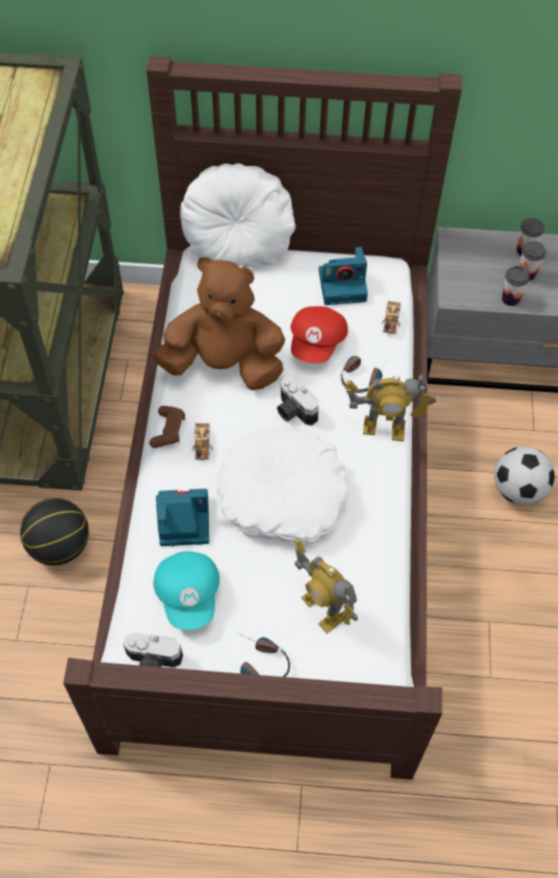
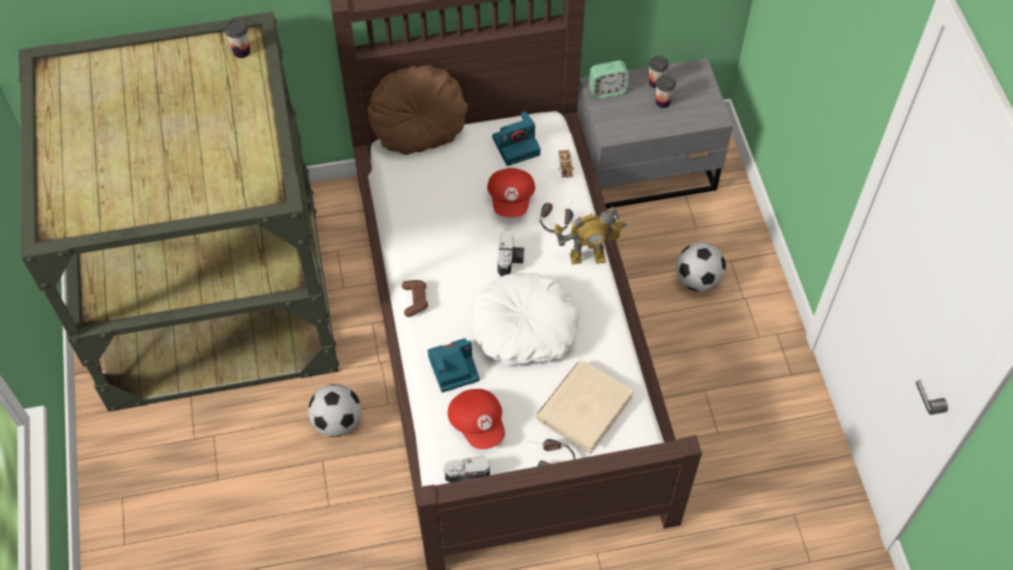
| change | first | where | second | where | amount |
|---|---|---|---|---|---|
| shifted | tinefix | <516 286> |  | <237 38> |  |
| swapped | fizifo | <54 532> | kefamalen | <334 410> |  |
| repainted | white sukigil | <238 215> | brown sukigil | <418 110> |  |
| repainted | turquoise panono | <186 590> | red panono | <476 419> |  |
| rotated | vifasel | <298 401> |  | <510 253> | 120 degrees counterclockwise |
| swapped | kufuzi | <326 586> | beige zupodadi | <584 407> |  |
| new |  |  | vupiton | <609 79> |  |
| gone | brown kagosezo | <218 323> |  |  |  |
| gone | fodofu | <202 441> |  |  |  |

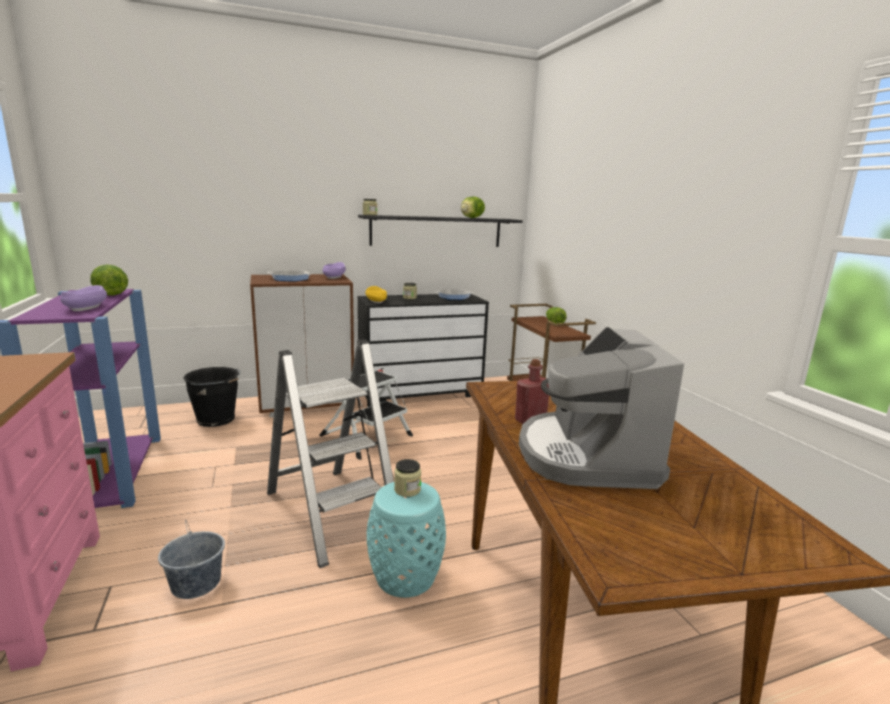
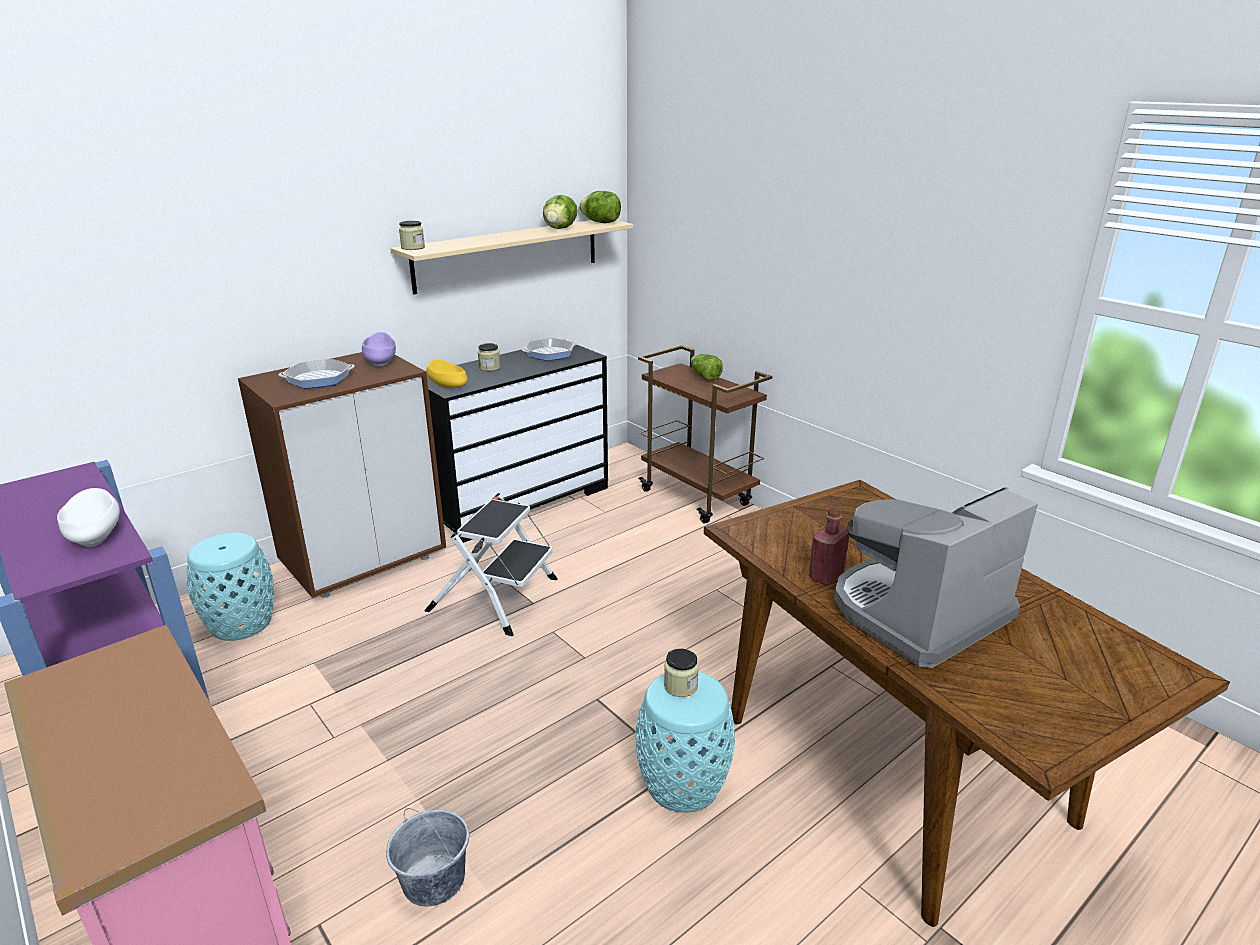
| change | first | where | second | where | amount |
|---|---|---|---|---|---|
| repainted | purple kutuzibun | <83 298> | white kutuzibun | <88 517> |  |
| swapped | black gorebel | <212 397> | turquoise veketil | <230 587> |  |
| repainted | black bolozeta | <440 231> | beige bolozeta | <511 257> |  |
| shifted | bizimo | <109 280> |  | <600 207> |  |
| rotated | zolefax | <601 408> |  | <936 577> | 75 degrees clockwise |
| gone | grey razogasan | <331 453> |  |  |  |

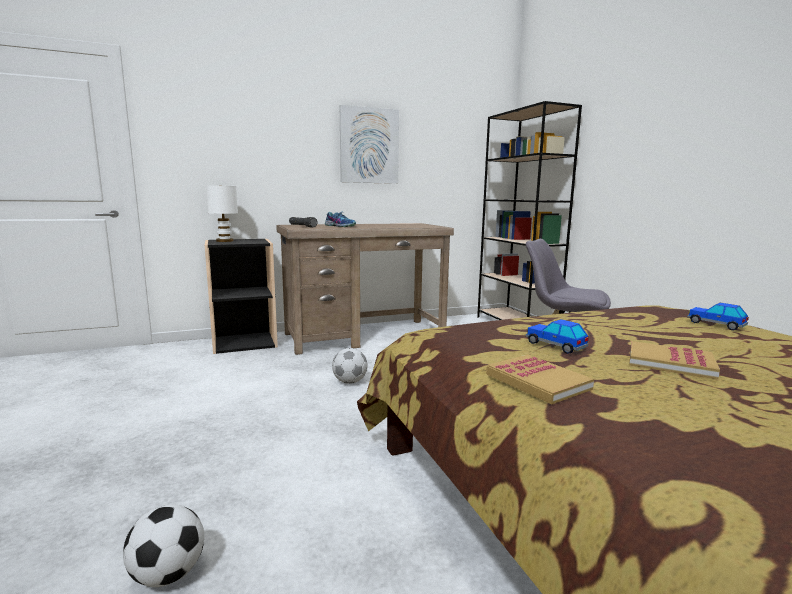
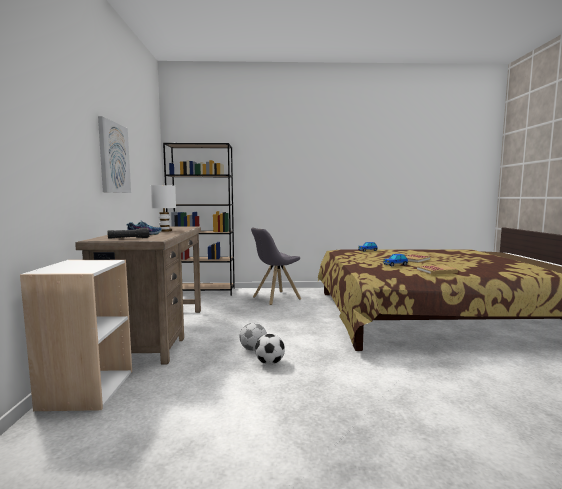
| change | first | where | second | where | amount |
|---|---|---|---|---|---|
| repainted | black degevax | <241 296> | white degevax | <76 335> |  |
| shifted | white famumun | <222 213> |  | <163 208> |  |
| shifted | kefamalen | <163 545> |  | <270 349> |  |

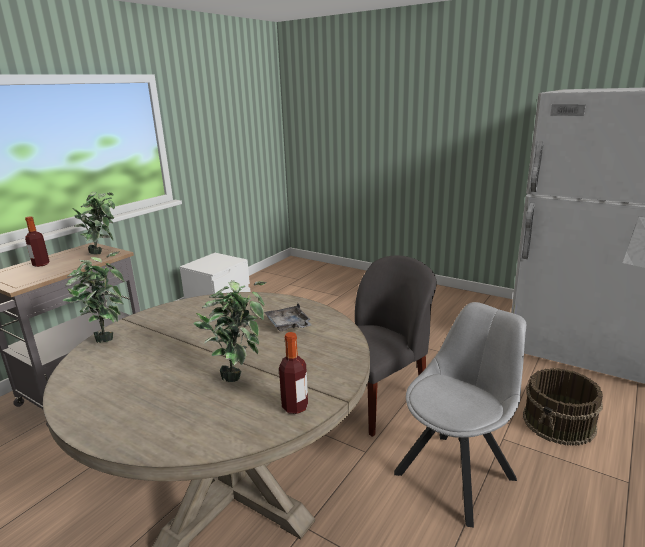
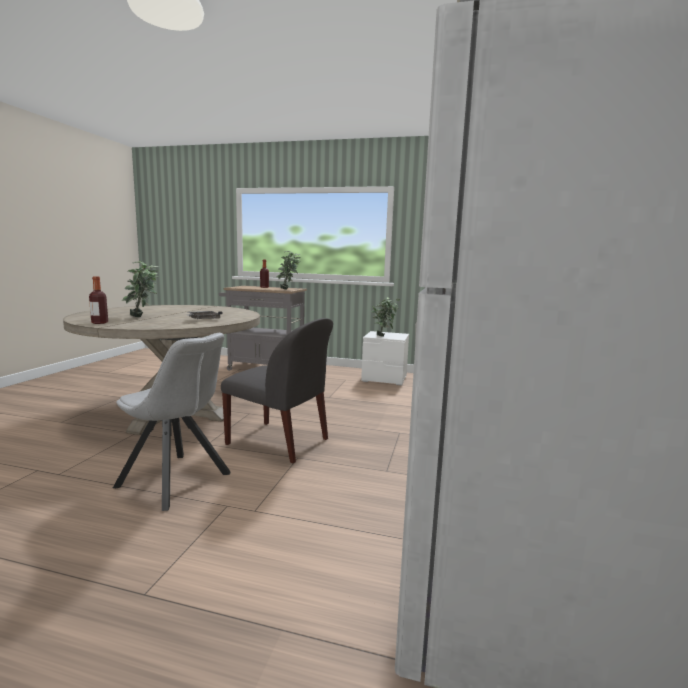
| change | first | where | second | where | amount |
|---|---|---|---|---|---|
| shifted | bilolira | <94 297> |  | <385 317> |  |
| gone | brown gorebel | <563 407> |  |  |  |

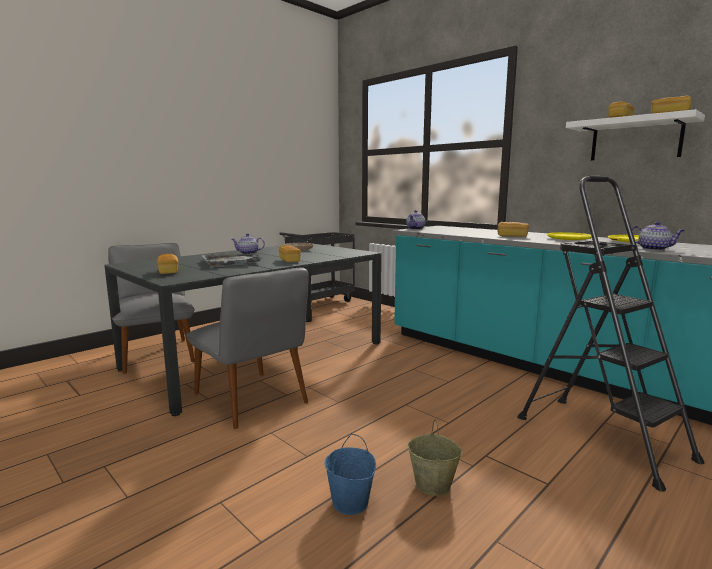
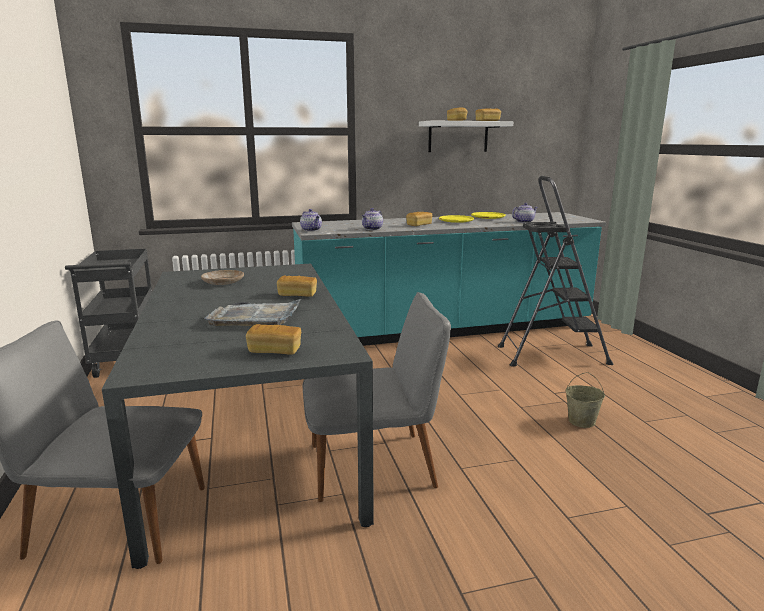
| change | first | where | second | where | amount |
|---|---|---|---|---|---|
| shifted | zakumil | <248 244> |  | <372 219> |  |
| gone | blue gorebel | <350 474> |  |  |  |

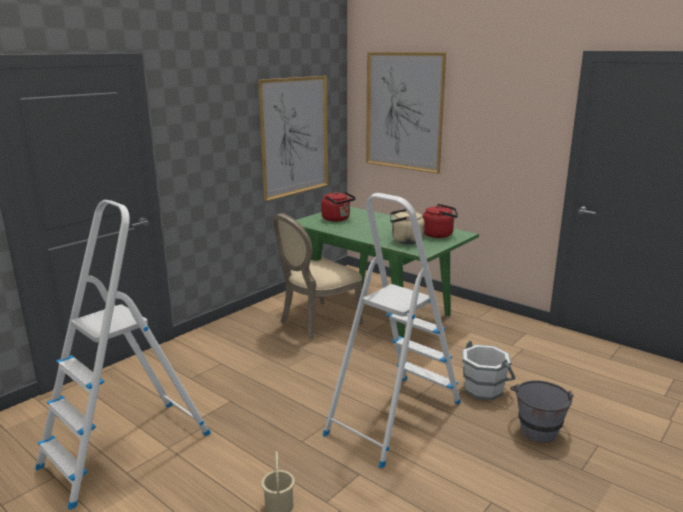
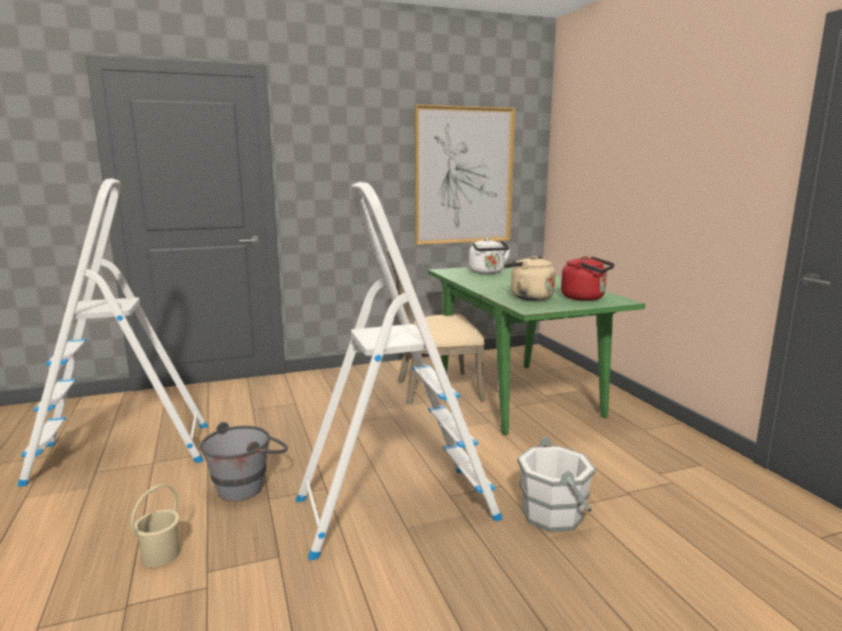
| change | first | where | second | where | amount |
|---|---|---|---|---|---|
| shifted | grey gorebel | <542 411> |  | <244 462> |  |
| repainted | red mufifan | <338 206> | white mufifan | <489 256> |  |
| gone | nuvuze | <406 113> |  |  |  |

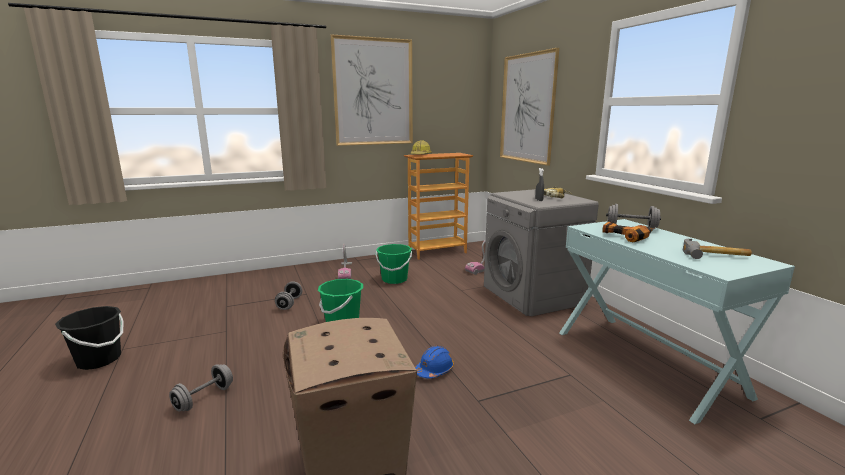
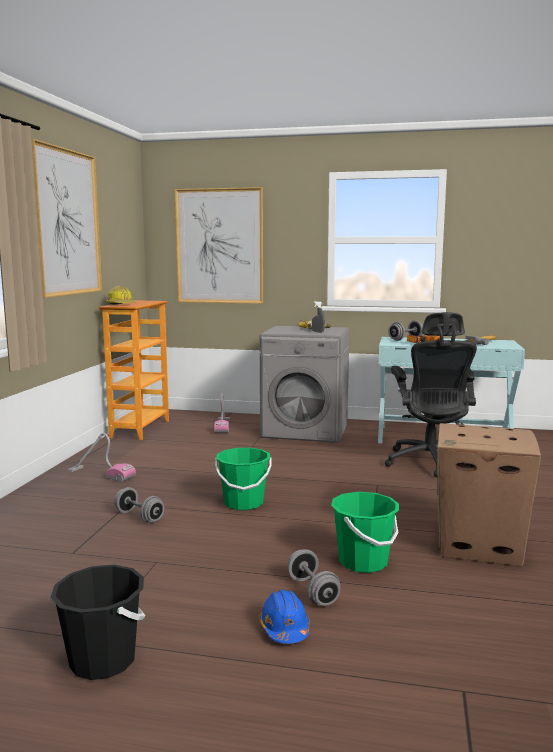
| change | first | where | second | where | amount |
|---|---|---|---|---|---|
| shifted | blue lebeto | <434 362> |  | <284 617> |  |
| shifted | green gorebel | <393 264> |  | <365 532> |  |
| new |  |  | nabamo | <431 394> |  |

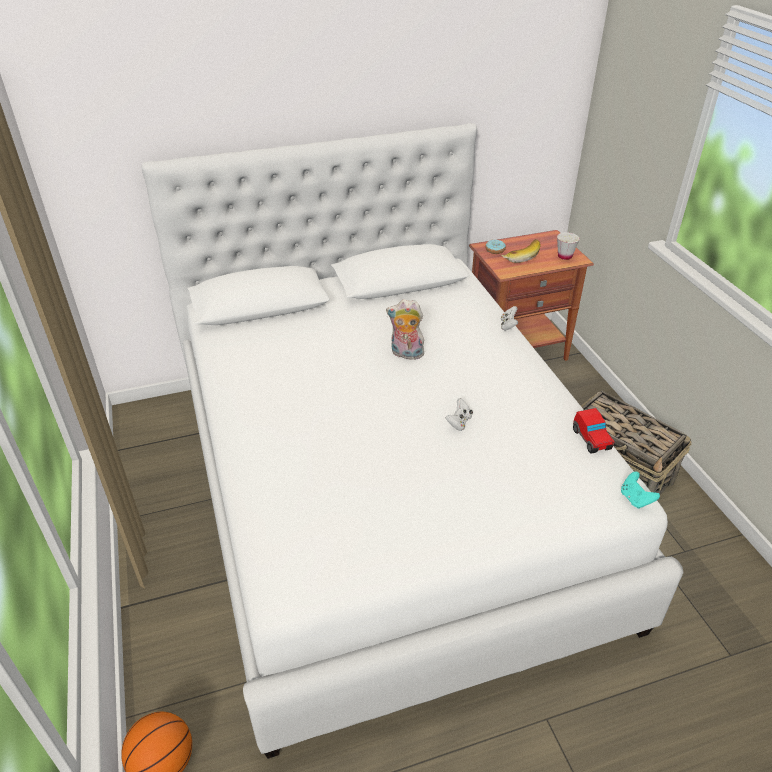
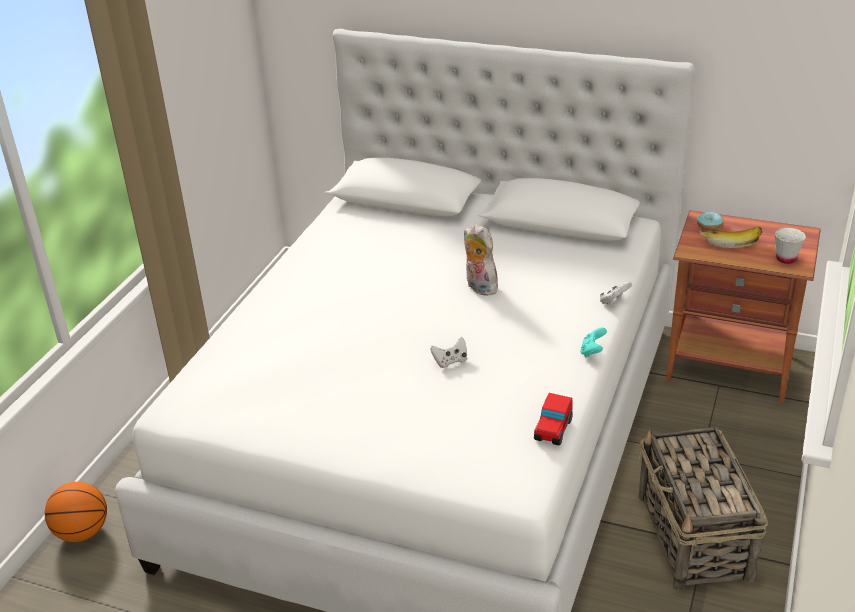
| change | first | where | second | where | amount |
|---|---|---|---|---|---|
| shifted | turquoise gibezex | <640 490> |  | <593 342> |  |

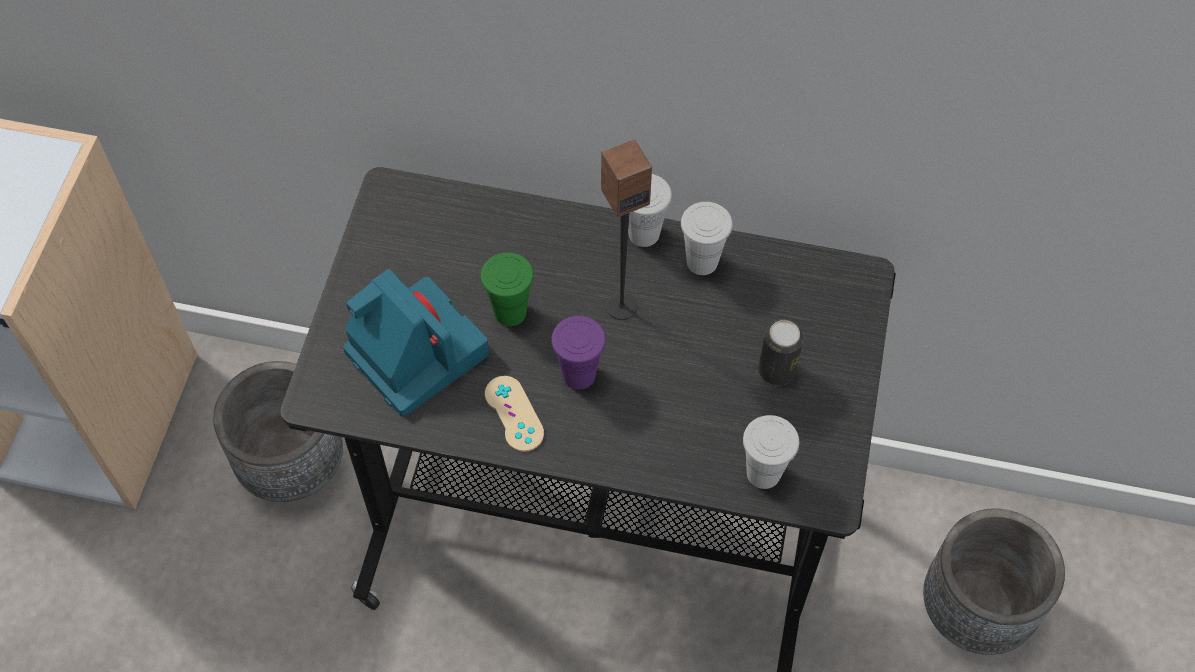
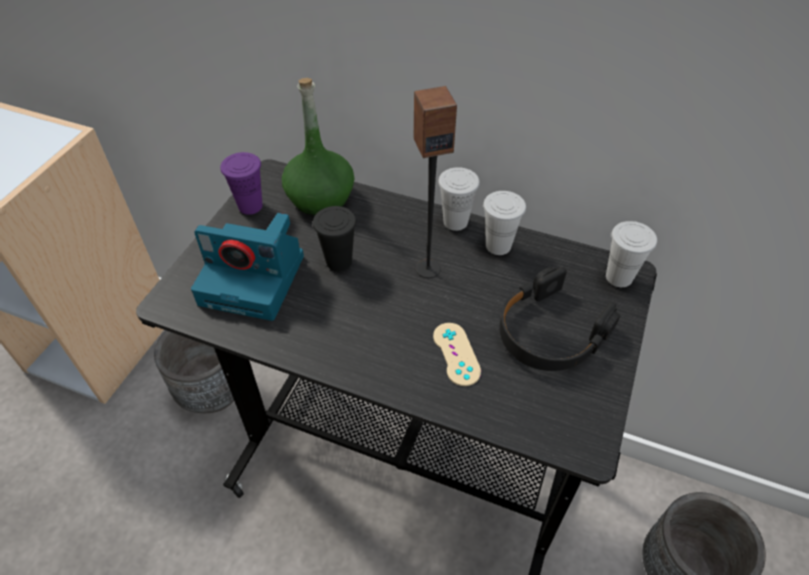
| change | first | where | second | where | amount |
|---|---|---|---|---|---|
| rotated | vifasel | <416 343> |  | <247 267> | 135 degrees clockwise |
| shifted | purple tinefix | <578 353> |  | <241 183> |  |
| new |  |  | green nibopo | <318 147> |  |
| repainted | green tinefix | <507 289> | black tinefix | <334 238> |  |
| shifted | beige gibezex | <514 414> |  | <457 354> |  |
| swapped | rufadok | <781 352> | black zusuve | <560 319> |  |
| shifted | white tinefix | <771 452> |  | <631 254> |  |

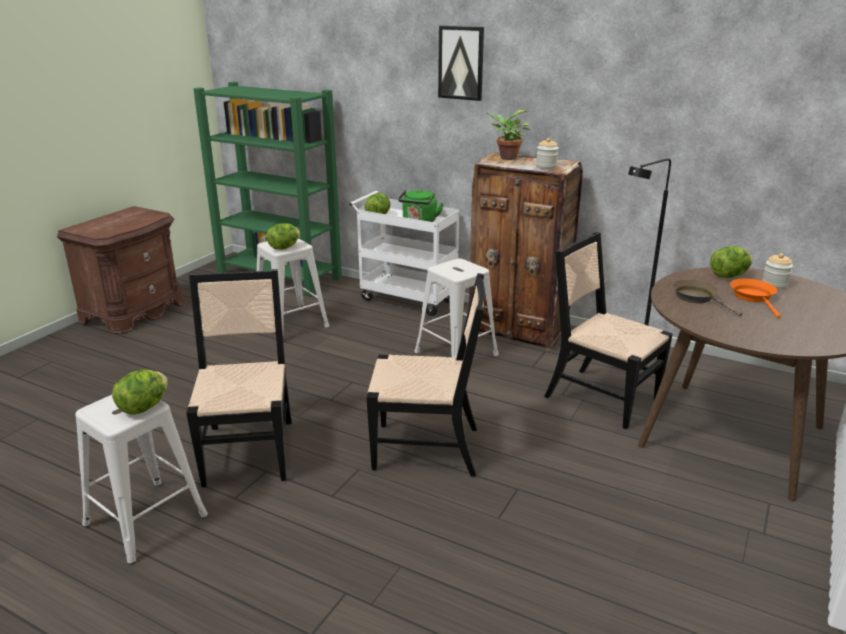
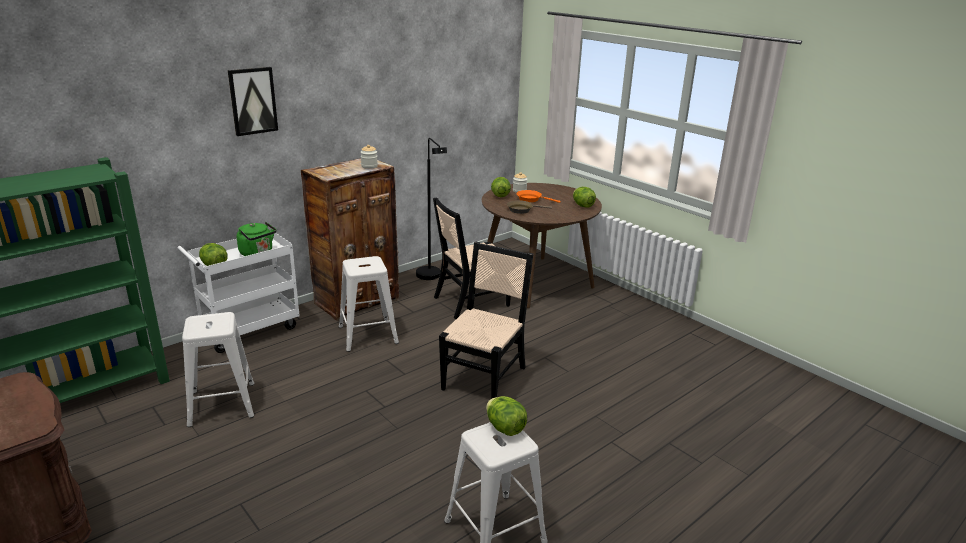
| change | first | where | second | where | amount |
|---|---|---|---|---|---|
| shifted | bizimo | <283 236> |  | <584 197> |  |
| gone | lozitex | <239 378> |  |  |  |
| gone | bilolira | <508 135> |  |  |  |

